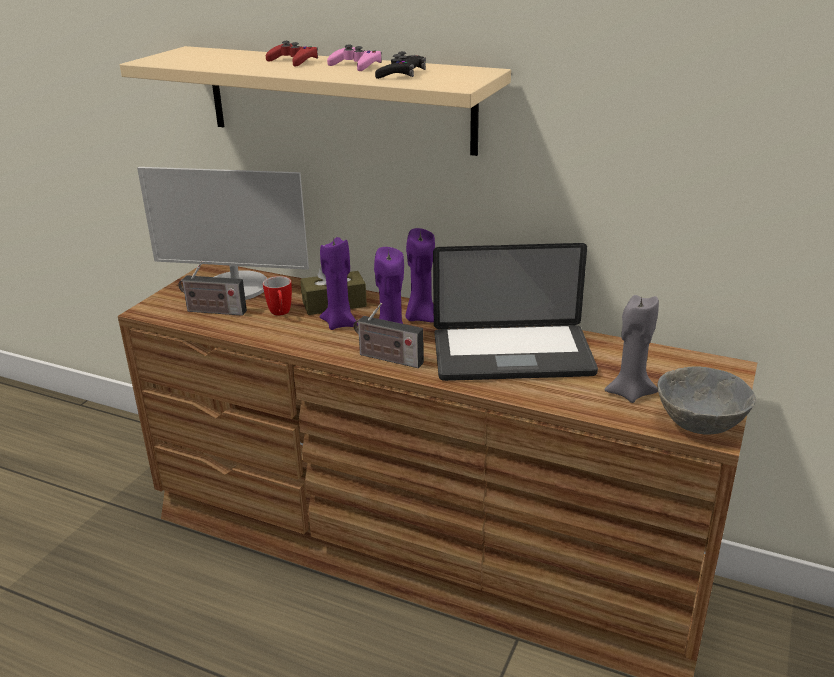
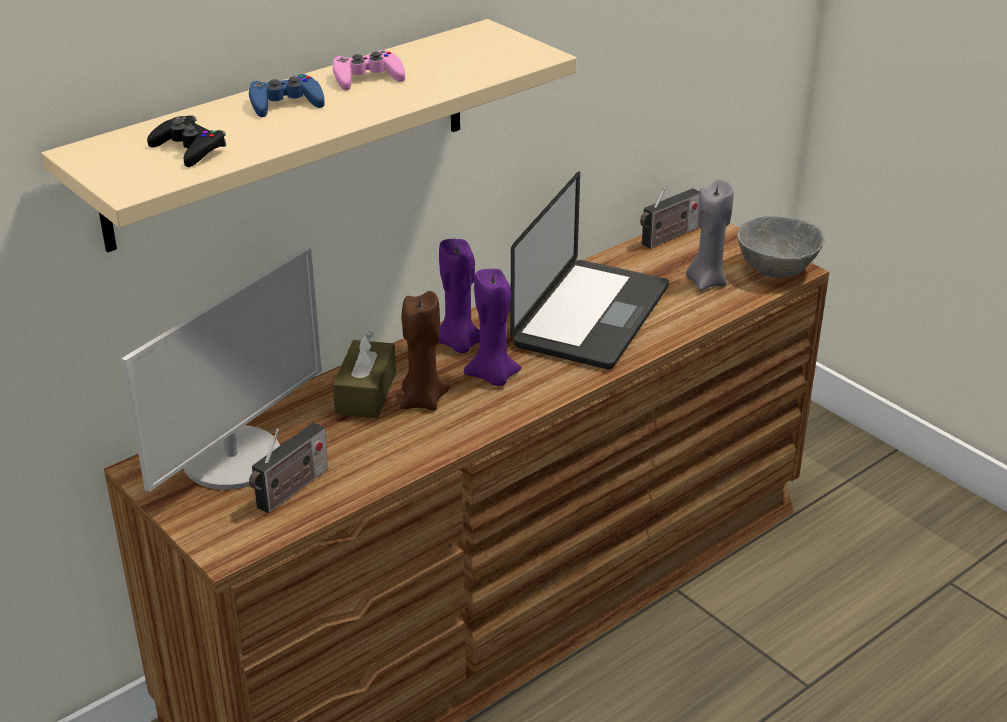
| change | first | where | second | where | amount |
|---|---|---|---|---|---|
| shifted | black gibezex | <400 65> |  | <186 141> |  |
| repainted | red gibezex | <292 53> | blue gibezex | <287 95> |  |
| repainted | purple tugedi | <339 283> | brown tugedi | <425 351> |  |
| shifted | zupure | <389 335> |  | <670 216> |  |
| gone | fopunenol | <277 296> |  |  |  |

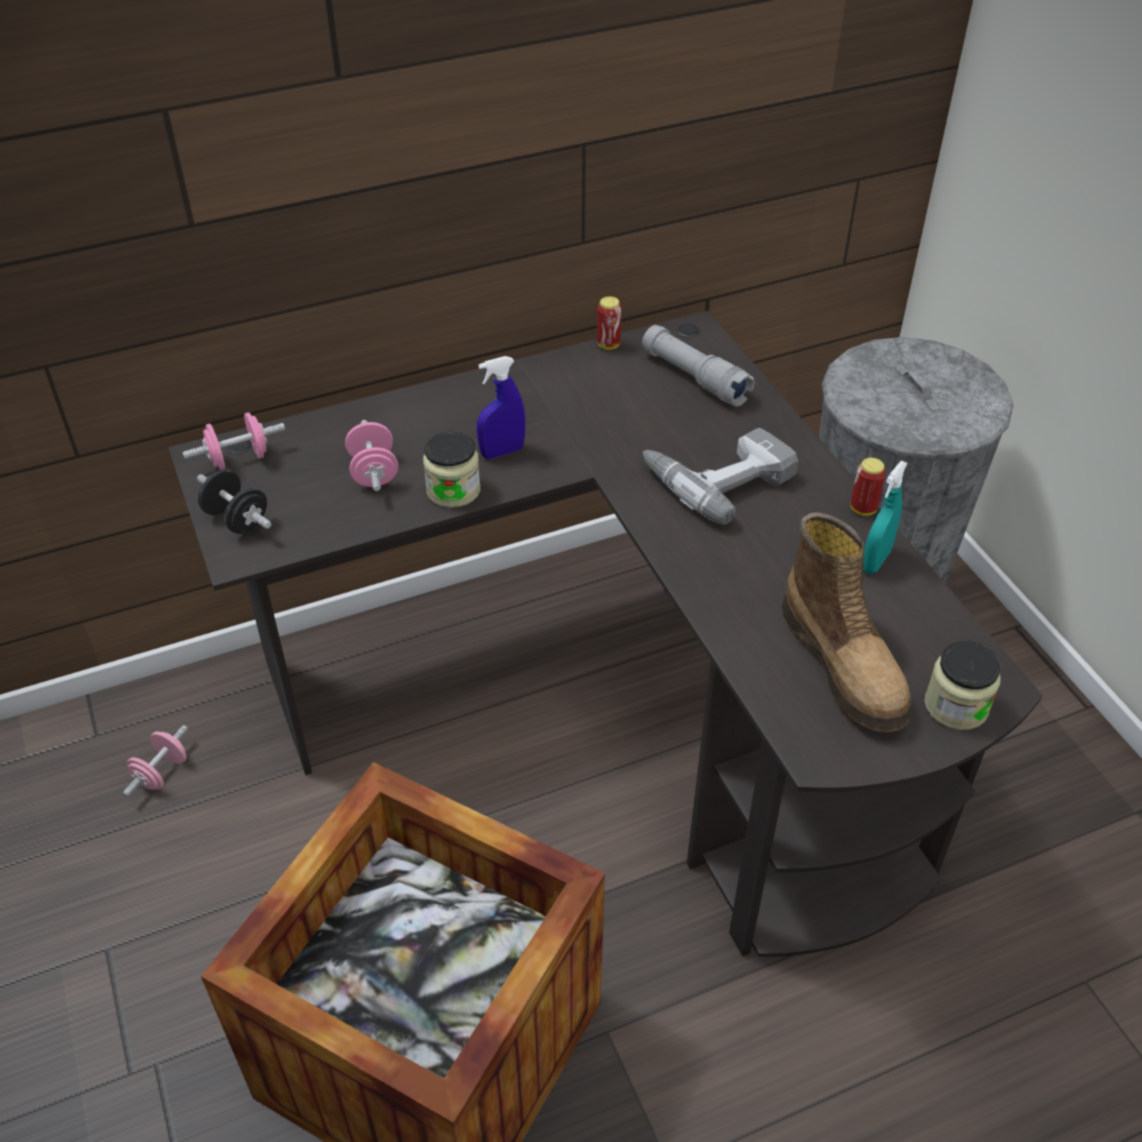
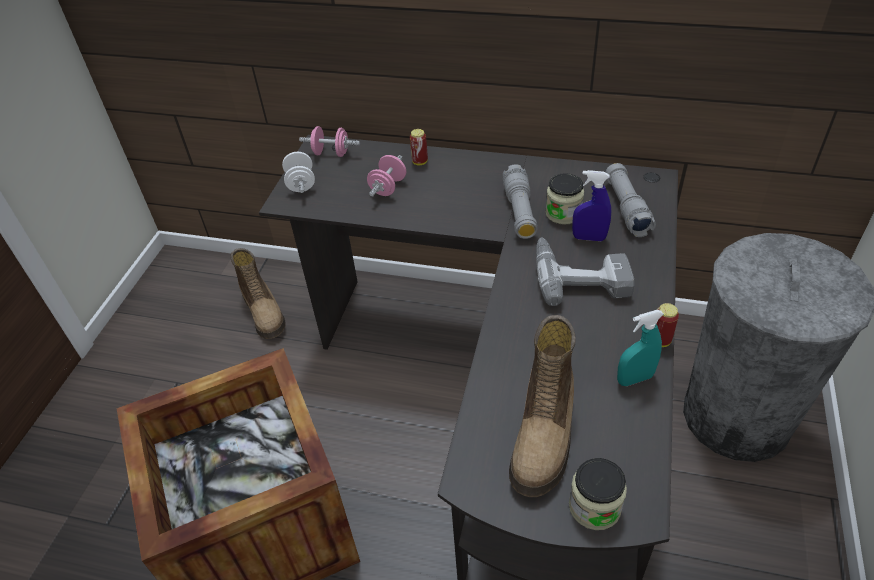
| change | first | where | second | where | amount |
|---|---|---|---|---|---|
| swapped | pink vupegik | <155 761> | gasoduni | <258 293> |  |
| repainted | black vupegik | <234 501> | white vupegik | <298 172> |  |
| shifted | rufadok | <609 323> |  | <419 147> |  |
| new |  |  | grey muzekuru | <520 201> |  |
| shifted | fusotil | <451 469> |  | <564 199> |  |
| shifted | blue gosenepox | <501 407> |  | <591 205> |  |

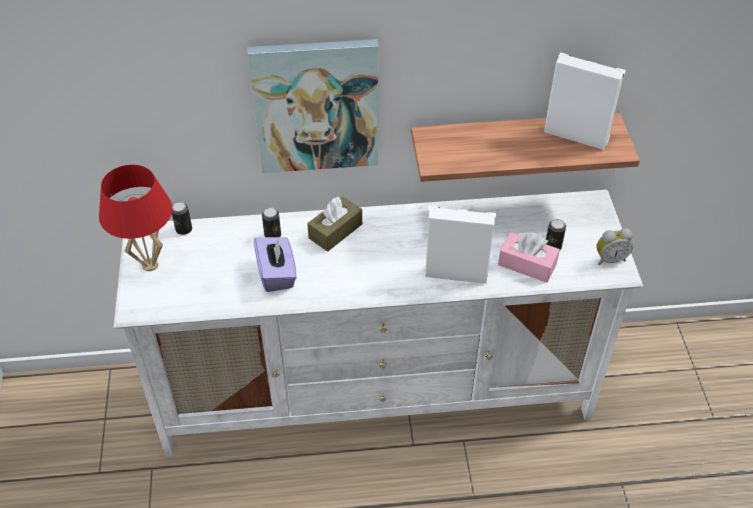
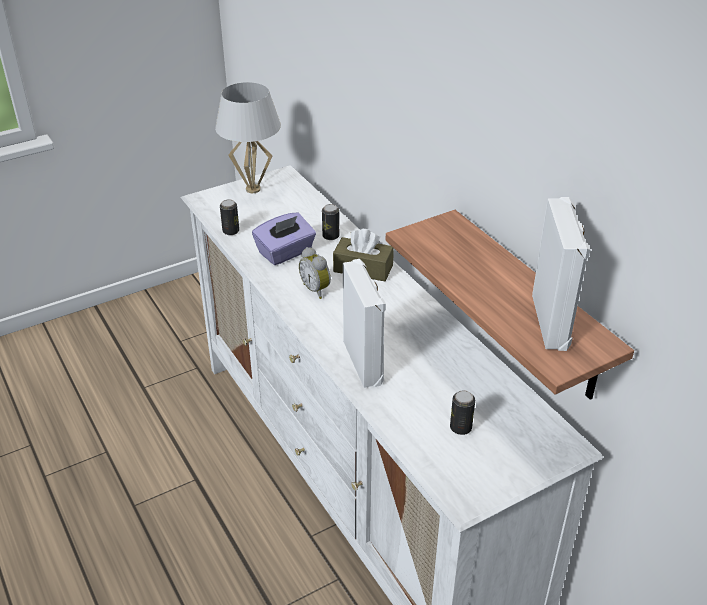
| change | first | where | second | where | amount |
|---|---|---|---|---|---|
| repainted | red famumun | <135 218> | white famumun | <248 137> |  |
| shifted | rufadok | <182 218> |  | <229 217> |  |
| shifted | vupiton | <614 246> |  | <315 273> |  |
| gone | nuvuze | <312 106> |  |  |  |
| gone | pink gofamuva | <529 257> |  |  |  |

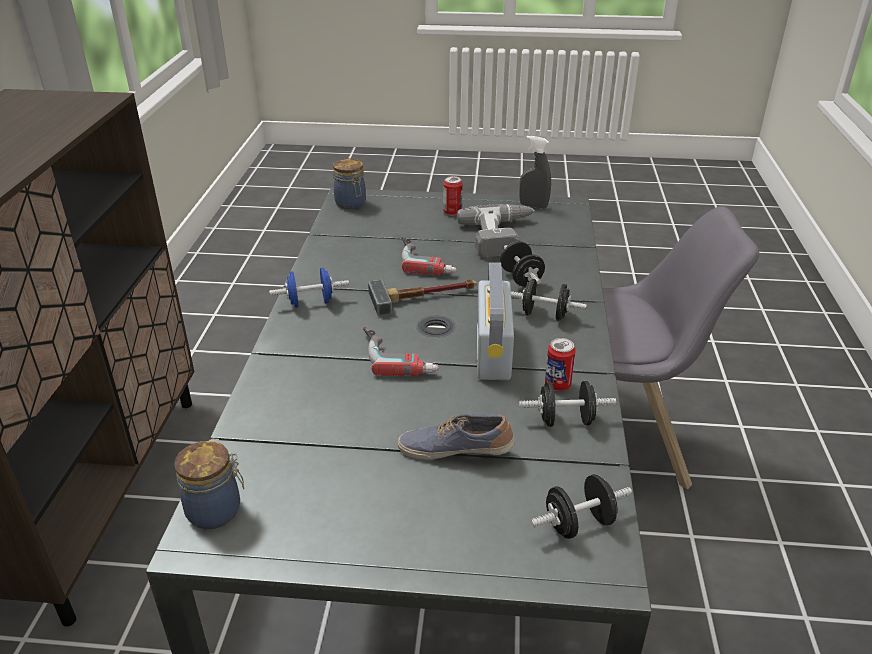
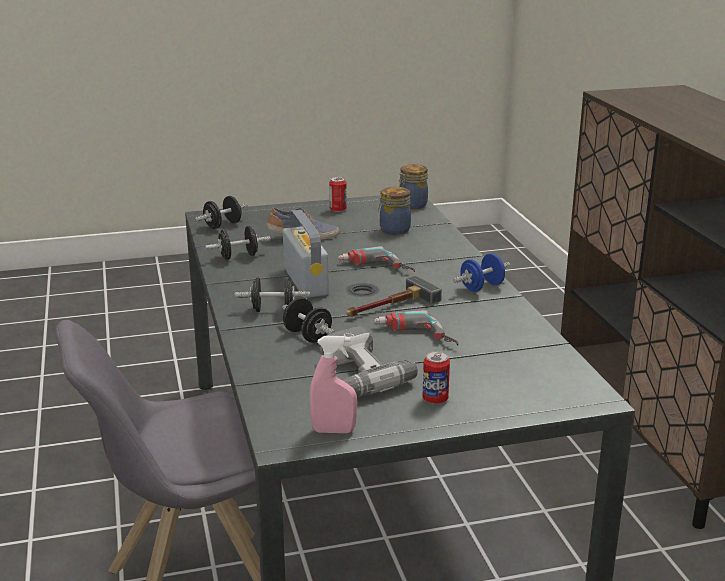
| change | first | where | second | where | amount |
|---|---|---|---|---|---|
| repainted | grey gosenepox | <535 172> | pink gosenepox | <333 384> |  |
| shifted | rufadok | <560 364> |  | <338 194> |  |
| shifted | fusotil | <349 183> |  | <394 211> |  |

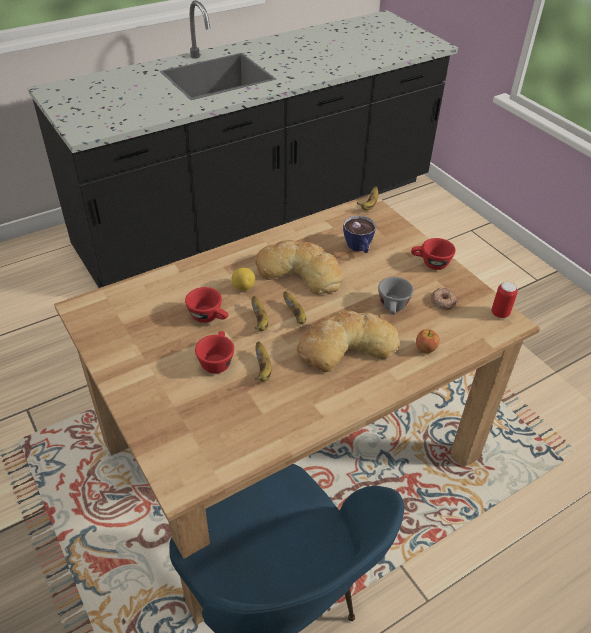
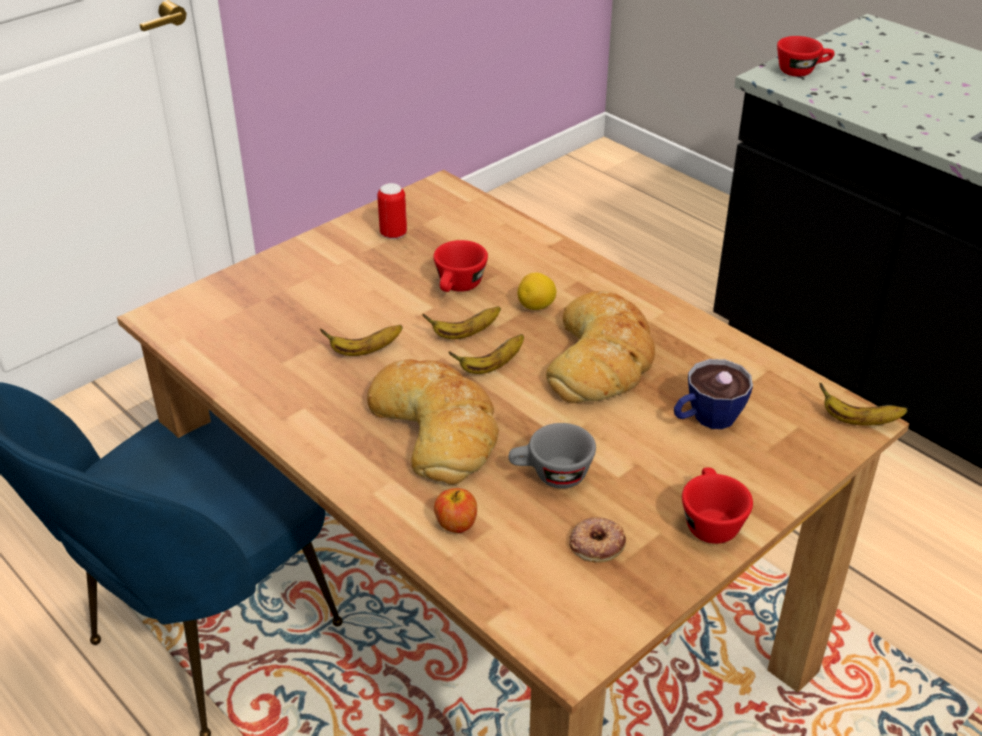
| change | first | where | second | where | amount |
|---|---|---|---|---|---|
| shifted | rufadok | <504 300> |  | <392 211> |  |
| shifted | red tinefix | <214 352> |  | <806 56> |  |

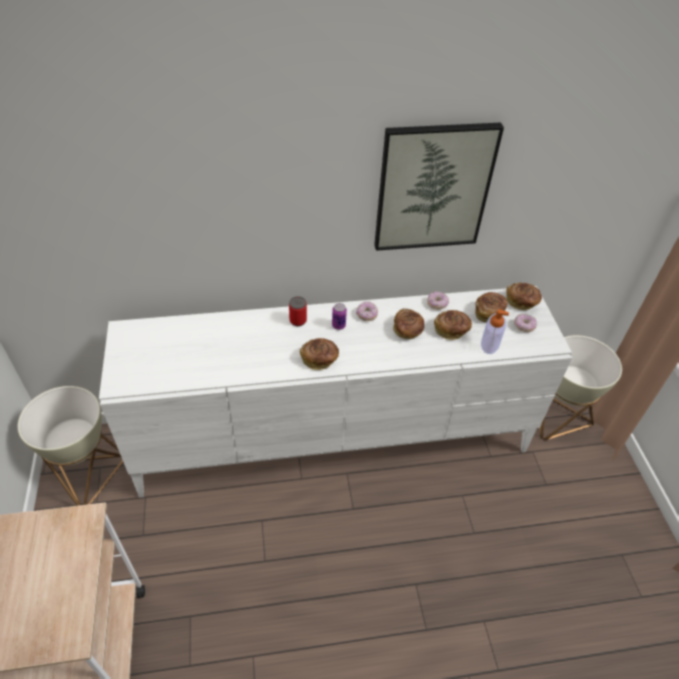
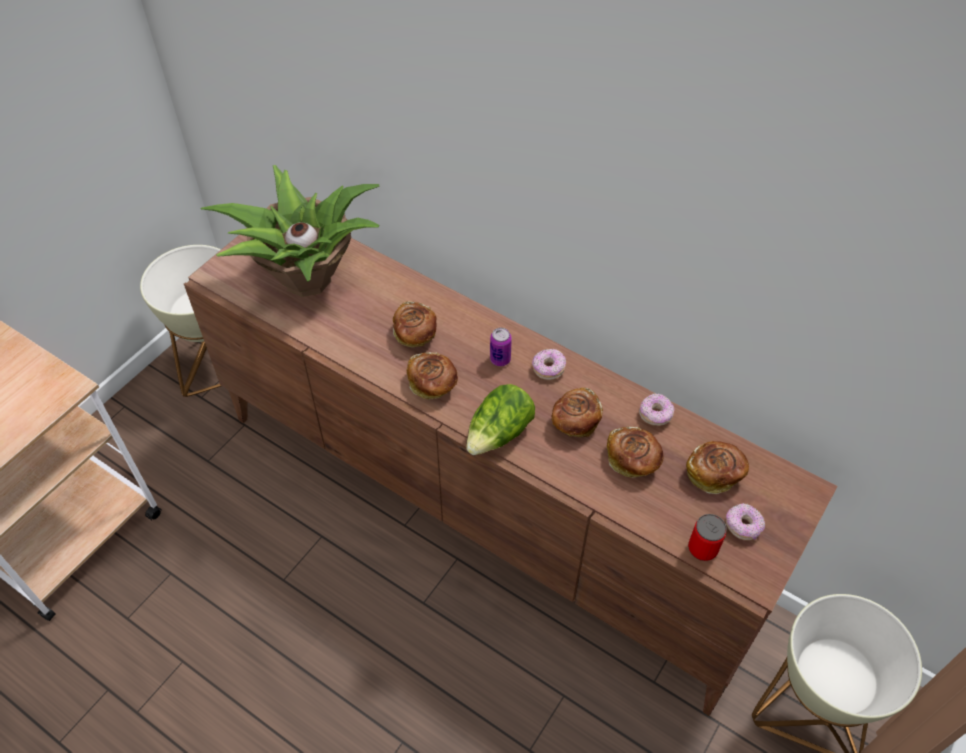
| change | first | where | second | where | amount |
|---|---|---|---|---|---|
| repainted | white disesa | <335 392> | brown disesa | <511 475> |  |
| new |  |  | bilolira | <290 231> |  |
| shifted | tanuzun | <524 296> |  | <415 324> |  |
| new |  |  | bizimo | <500 419> |  |
| shifted | rufadok | <298 311> |  | <707 537> |  |
| gone | nuvuze | <439 187> |  |  |  |
| gone | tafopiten | <495 331> |  |  |  |

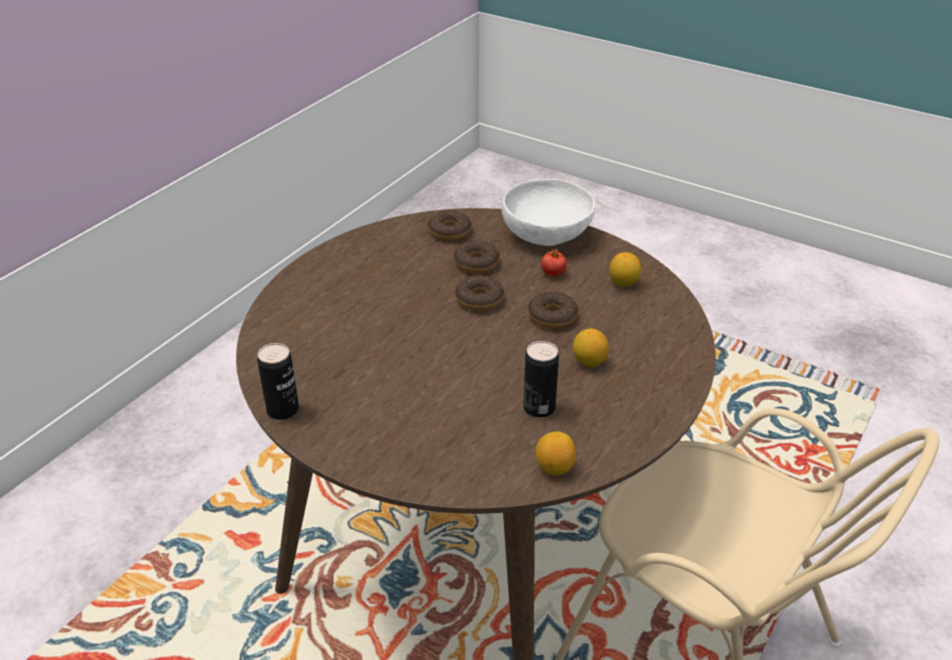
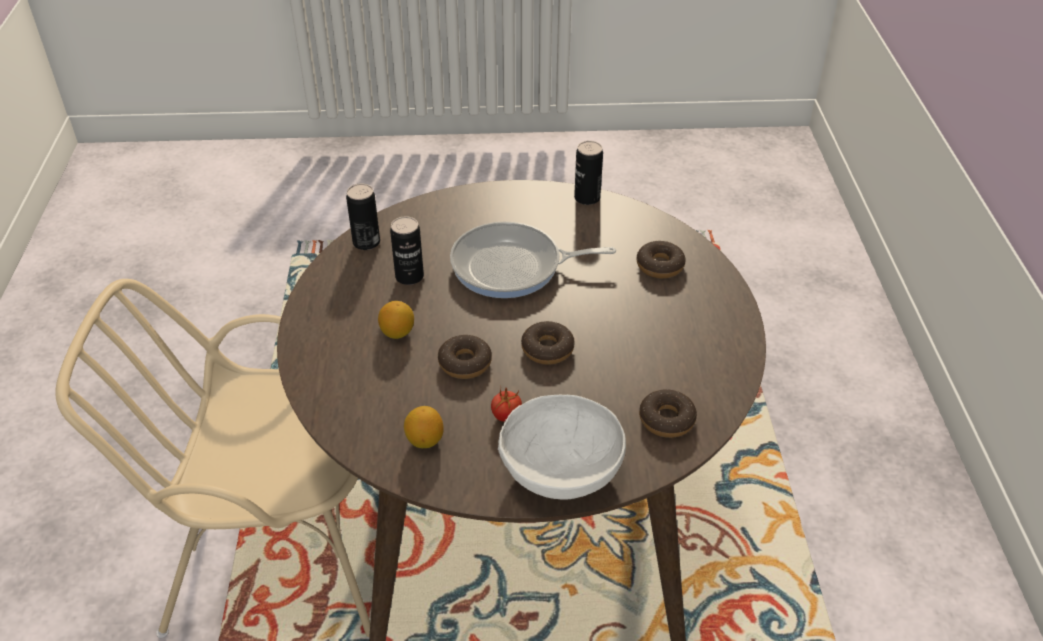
| change | first | where | second | where | amount |
|---|---|---|---|---|---|
| swapped | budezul | <556 453> | rufadok | <363 216> |  |
| new |  |  | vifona | <533 259> |  |
| shifted | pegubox | <477 256> |  | <661 259> |  |

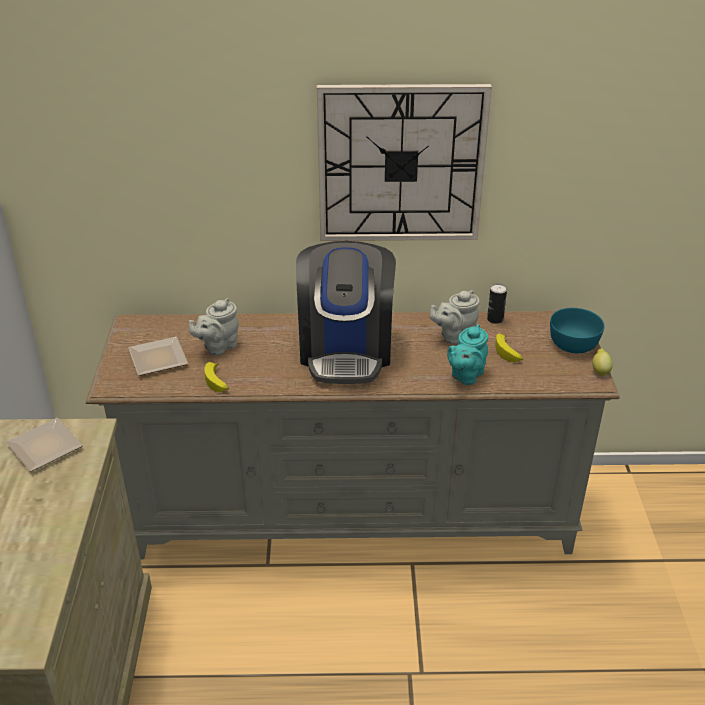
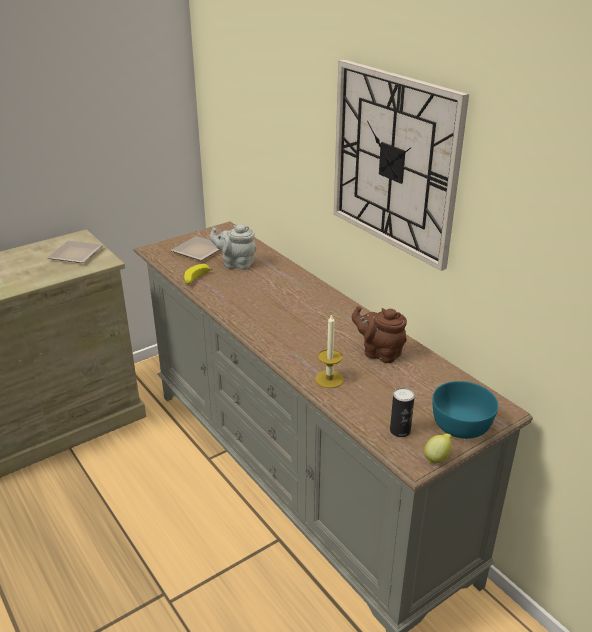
| change | first | where | second | where | amount |
|---|---|---|---|---|---|
| swapped | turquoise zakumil | <467 354> | tugedi | <329 351> |  |
| repainted | grey zakumil | <455 317> | brown zakumil | <379 334> |  |
| shifted | rufadok | <497 304> |  | <402 412> |  |
| gone | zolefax | <346 312> |  |  |  |
| gone | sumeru | <509 348> |  |  |  |

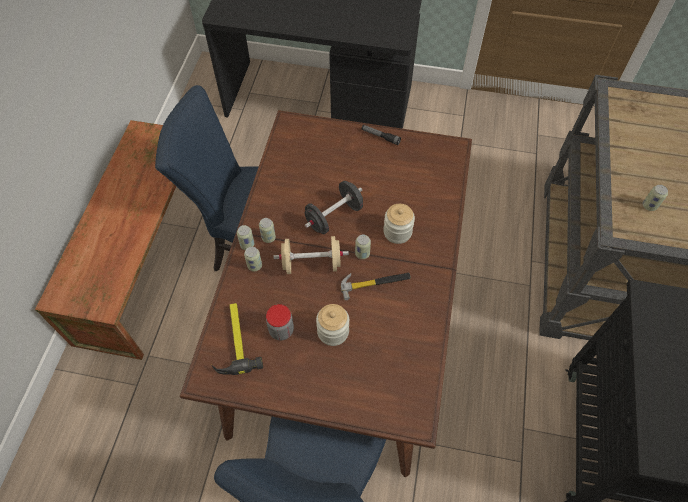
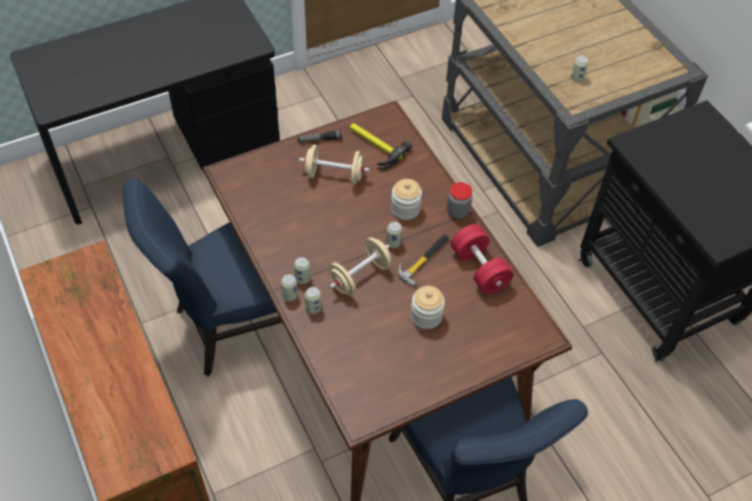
| change | first | where | second | where | amount |
|---|---|---|---|---|---|
| new |  |  | beige vupegik | <334 165> |  |
| shifted | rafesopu | <237 339> |  | <381 146> |  |
| shifted | fusotil | <280 322> |  | <459 200> |  |
| new |  |  | red vupegik | <482 259> |  |
| gone | black vupegik | <334 207> |  |  |  |

